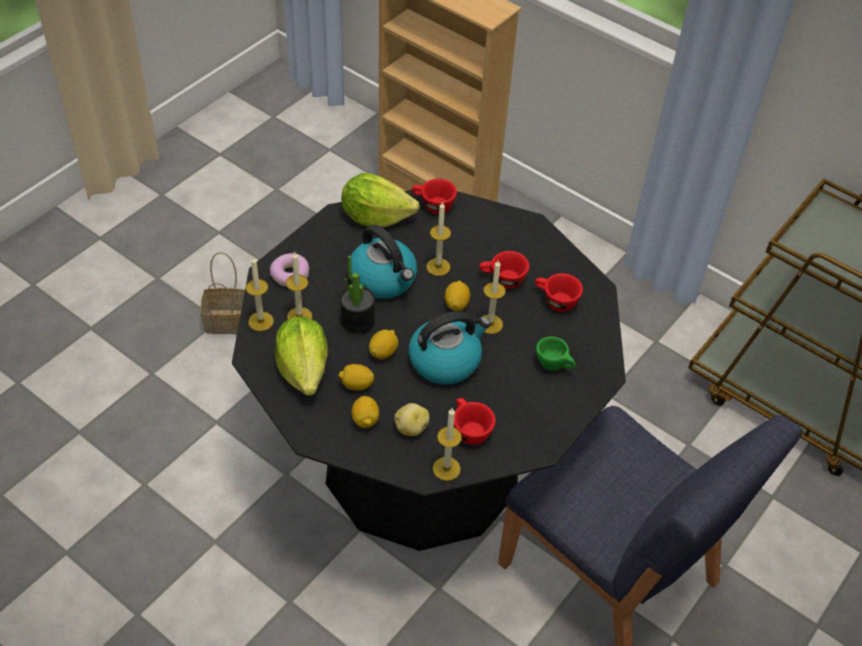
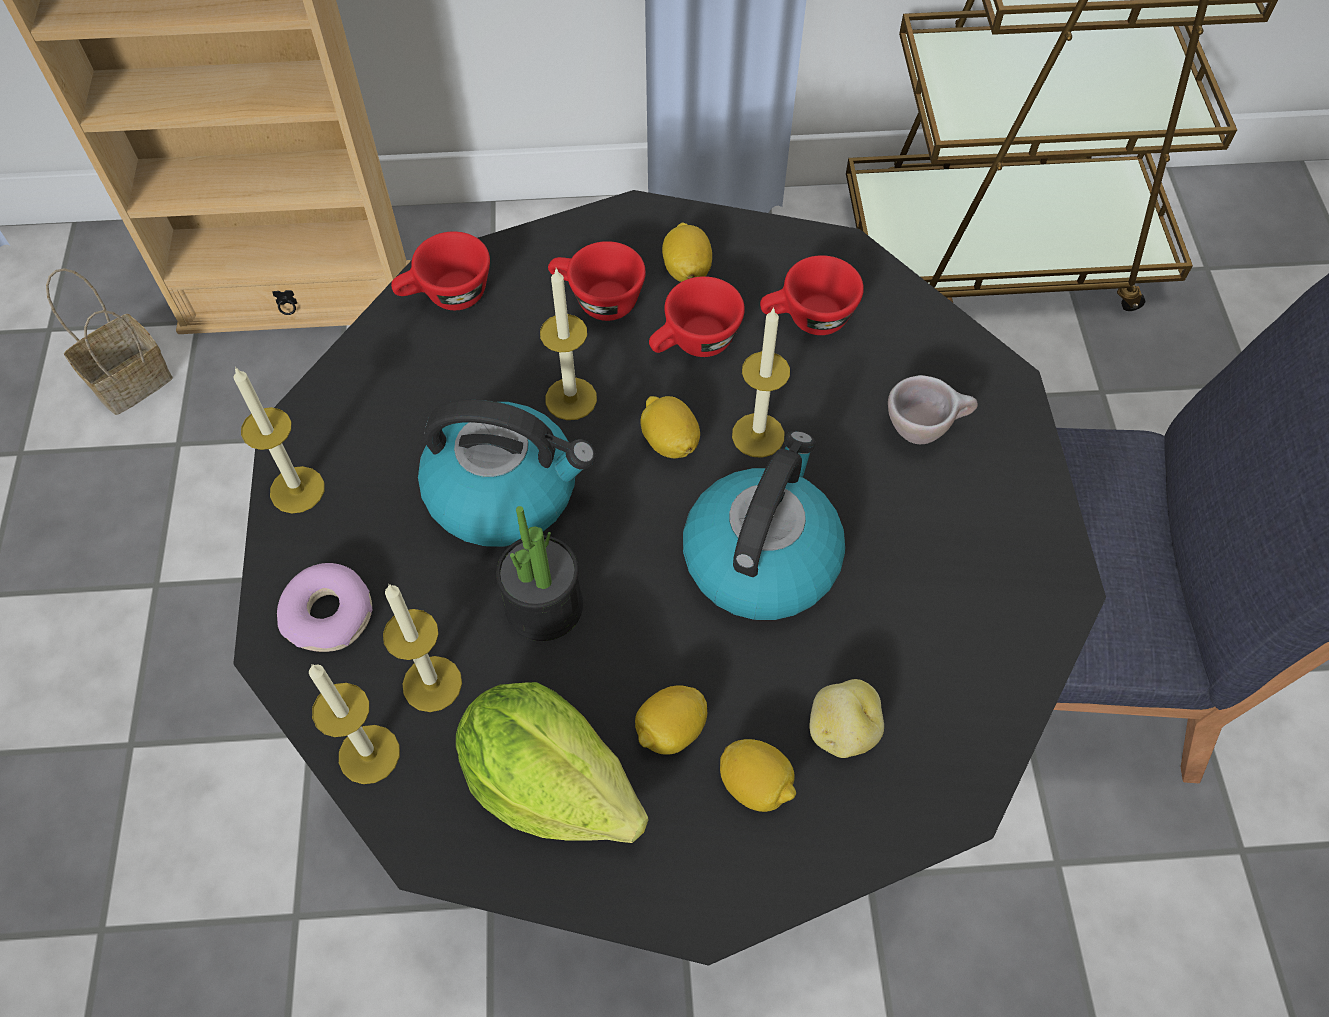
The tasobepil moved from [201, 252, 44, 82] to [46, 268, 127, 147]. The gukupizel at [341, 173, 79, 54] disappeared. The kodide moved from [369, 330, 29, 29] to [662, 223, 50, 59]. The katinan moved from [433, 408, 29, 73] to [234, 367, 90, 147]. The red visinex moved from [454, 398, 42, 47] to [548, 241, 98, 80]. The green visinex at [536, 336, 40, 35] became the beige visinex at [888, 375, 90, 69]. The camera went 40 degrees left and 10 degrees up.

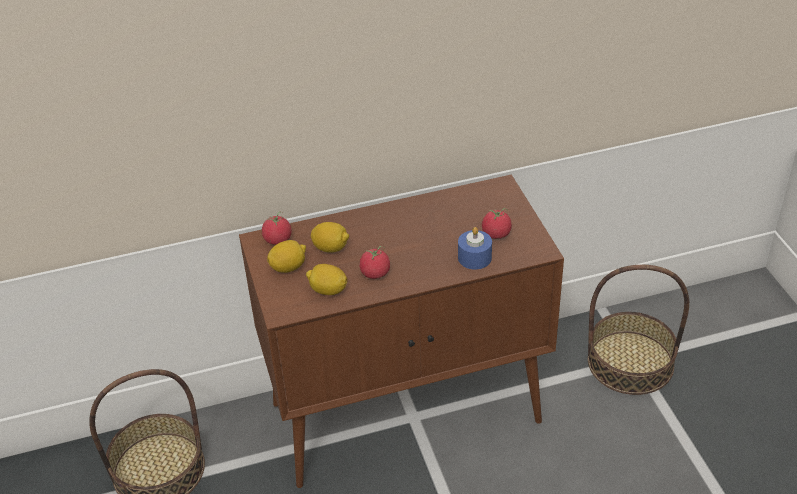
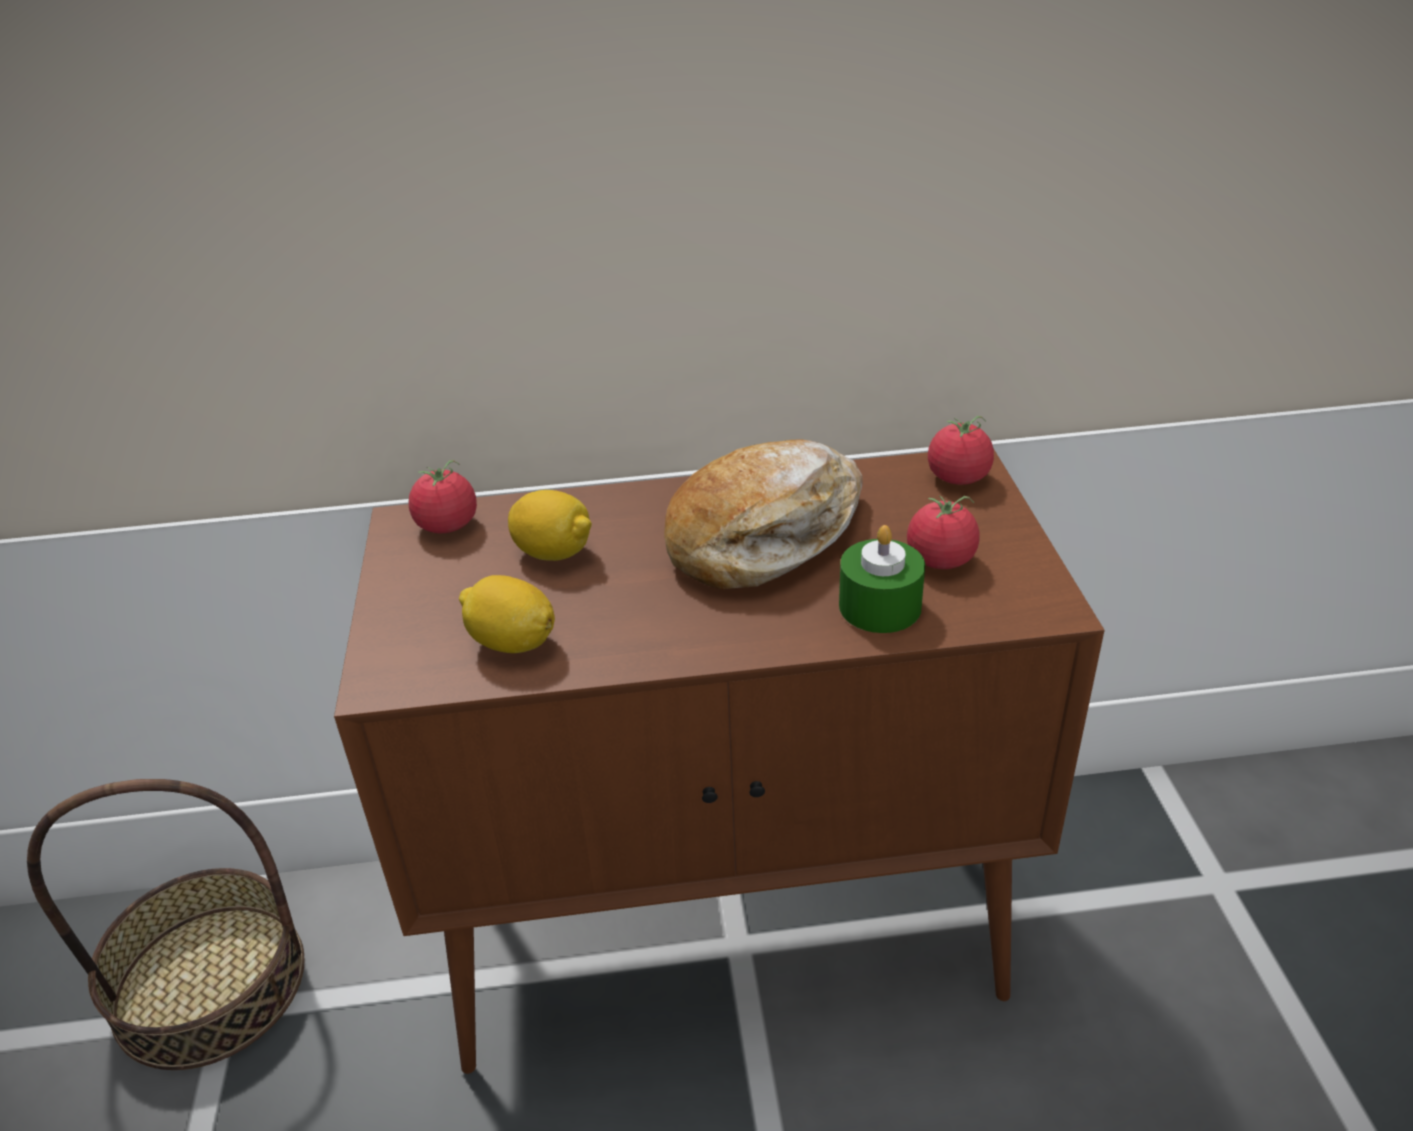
The kodide at [267, 240, 39, 33] disappeared. The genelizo moved from [359, 246, 31, 33] to [928, 416, 66, 69]. The blue katinan at [458, 227, 34, 42] became the green katinan at [839, 525, 86, 108]. The tasobepil at [588, 265, 101, 130] disappeared. The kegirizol at [664, 439, 199, 150] appeared. The camera went 10 degrees right and 5 degrees down.

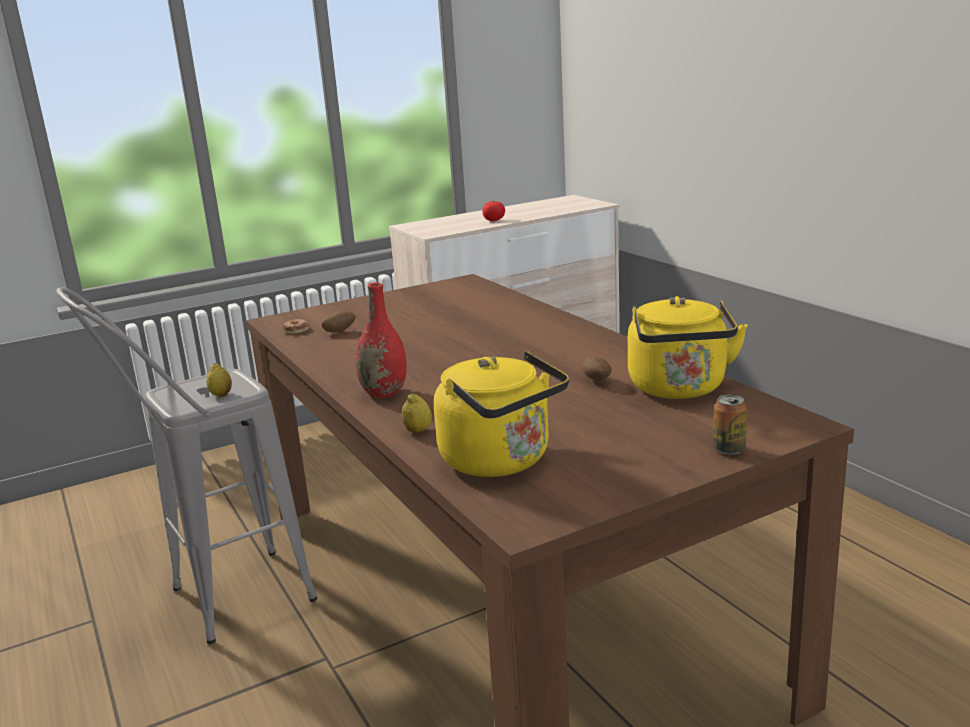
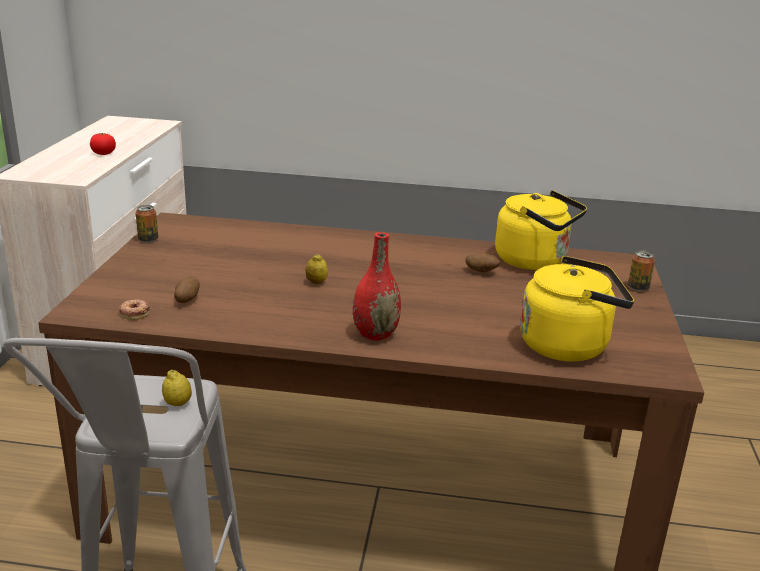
The kodide moved from [402, 394, 30, 39] to [305, 254, 23, 30]. The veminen at [135, 205, 23, 38] appeared. The camera went 55 degrees left and 5 degrees up.

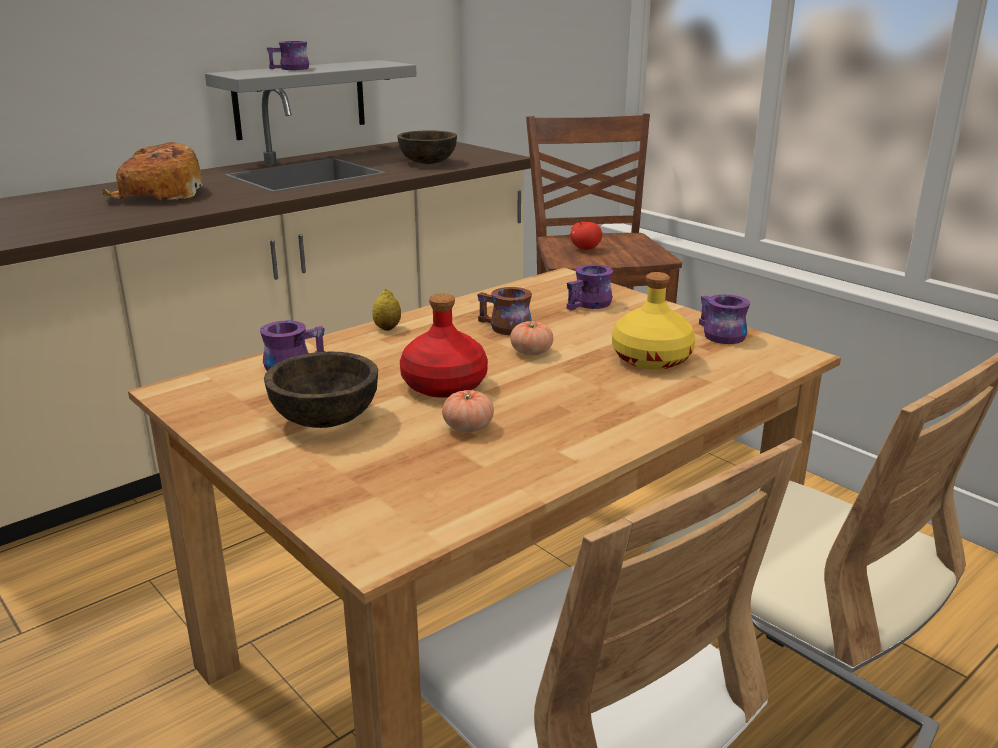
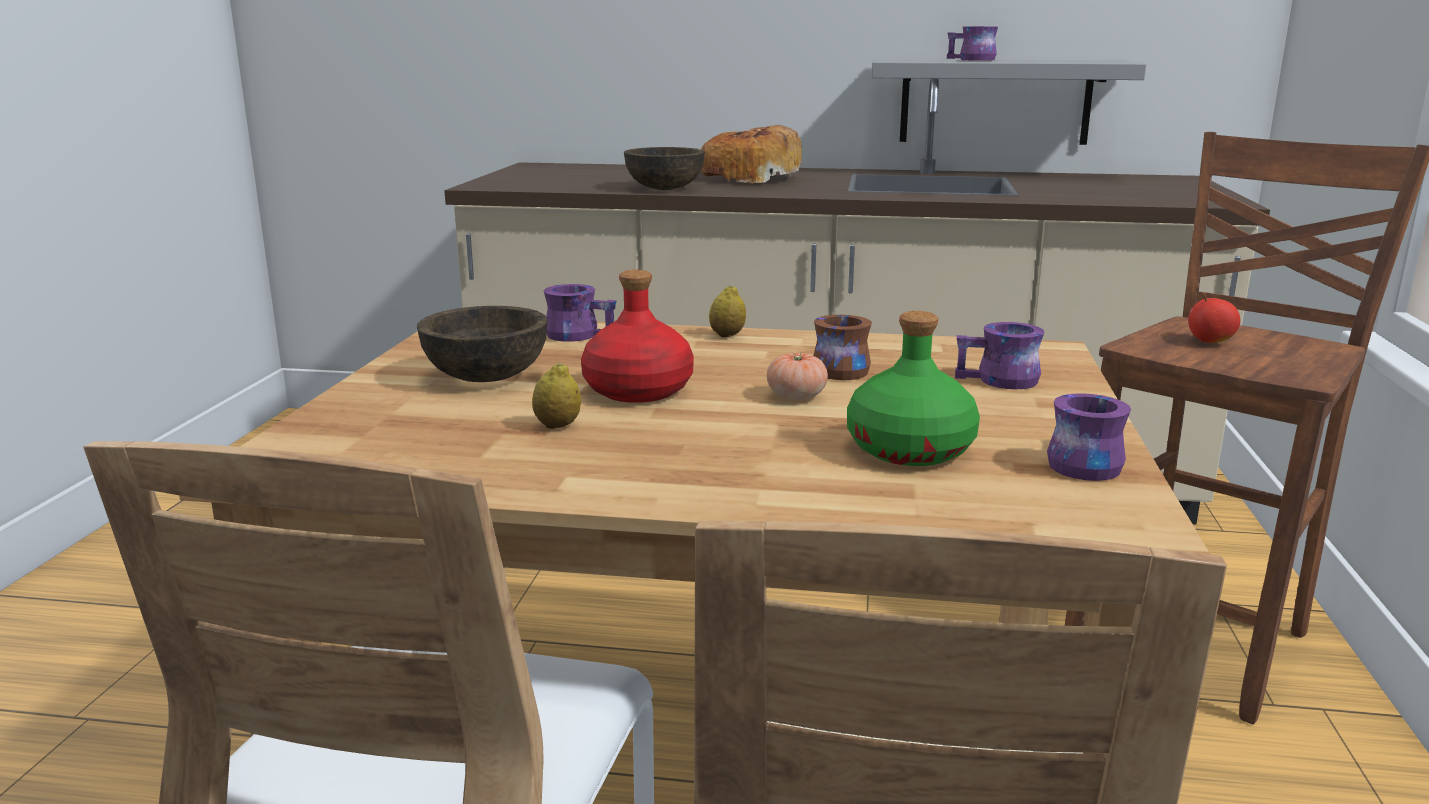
The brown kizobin moved from [397, 130, 60, 34] to [624, 147, 81, 43]. The genelizo at [442, 390, 52, 42] was replaced by the kodide at [532, 362, 49, 67]. The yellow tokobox at [612, 272, 83, 98] became the green tokobox at [847, 311, 133, 155]. The camera went 50 degrees right and 5 degrees down.

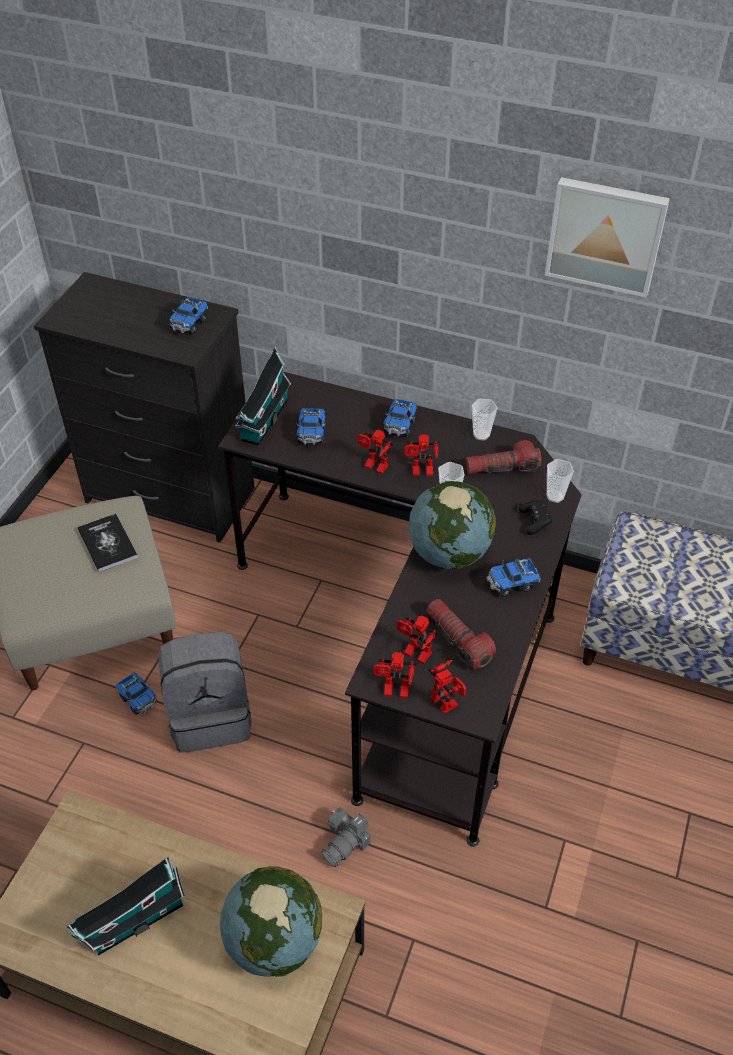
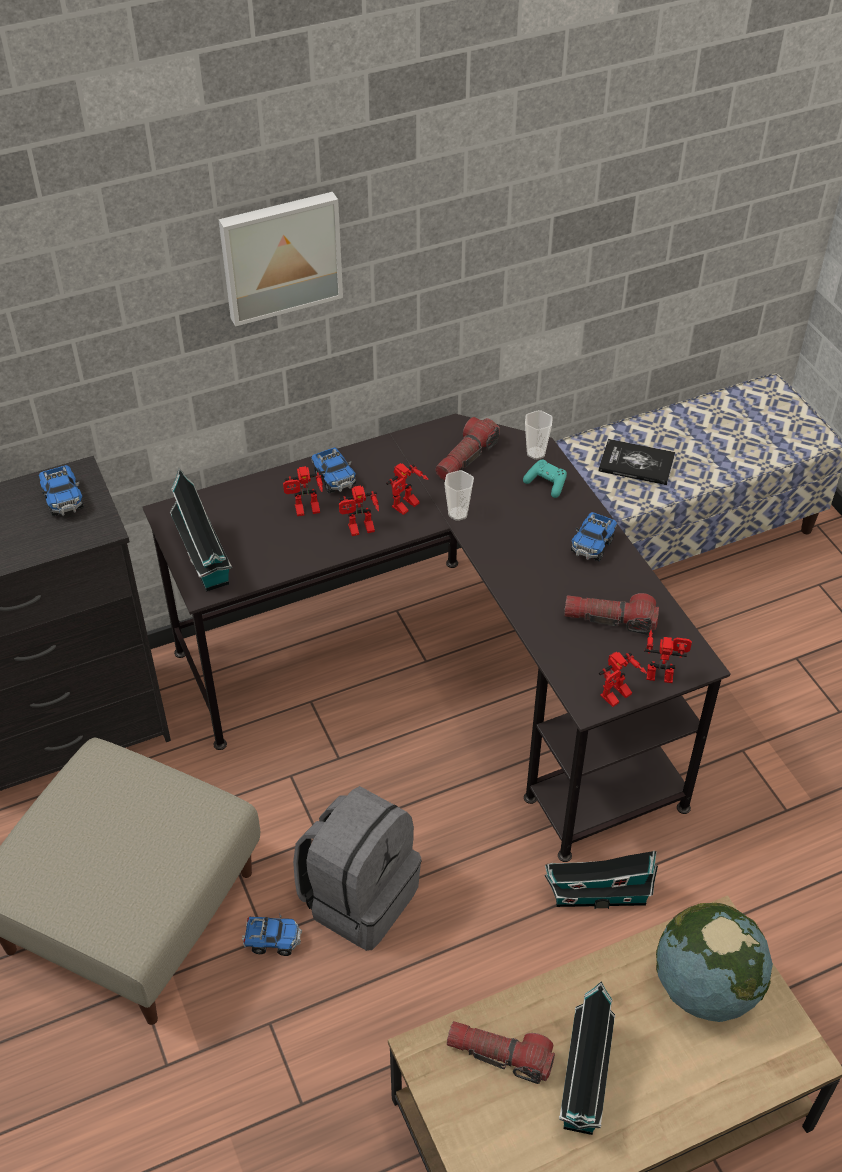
The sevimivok moved from [78, 513, 60, 59] to [598, 439, 77, 46]. The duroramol at [296, 408, 29, 37] disappeared. The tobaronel at [321, 807, 50, 60] was replaced by the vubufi at [544, 850, 114, 59]. The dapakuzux moved from [397, 616, 42, 48] to [283, 466, 40, 50]. The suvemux at [409, 481, 87, 89] disappeared. The visinex at [472, 398, 25, 42] disappeared. The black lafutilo at [519, 500, 33, 35] became the turquoise lafutilo at [523, 460, 44, 38]. The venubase moved from [545, 177, 125, 120] to [218, 192, 125, 135]. The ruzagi at [447, 1021, 108, 63] appeared. The camera went 45 degrees left and 0 degrees up.

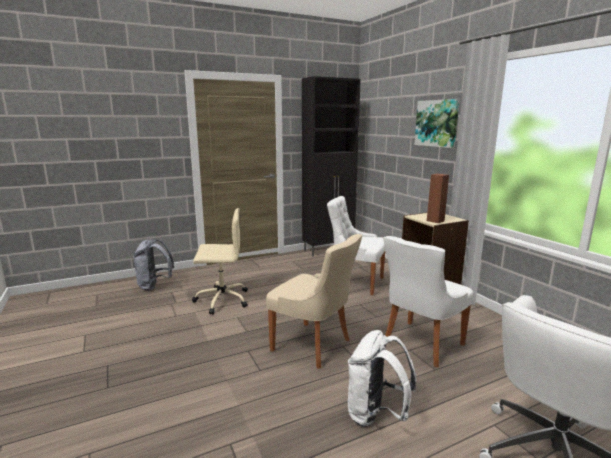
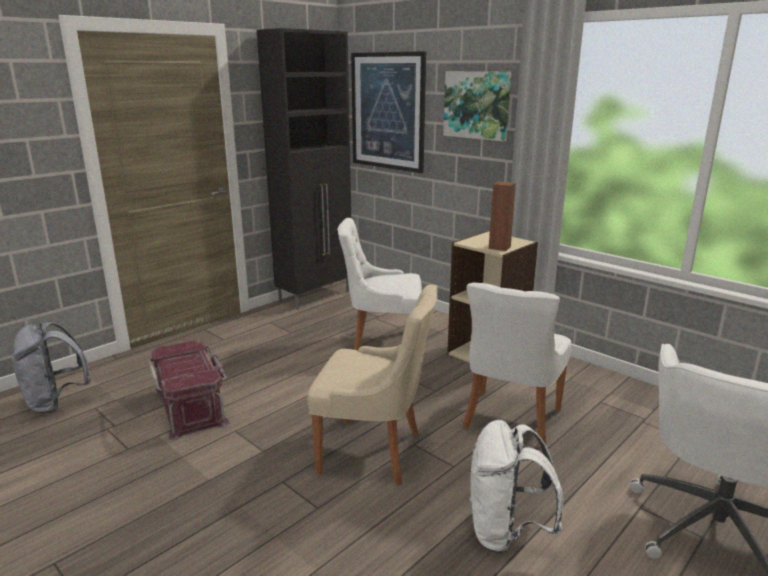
The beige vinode at [192, 208, 56, 107] was replaced by the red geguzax at [148, 340, 82, 100]. The venubase at [351, 51, 75, 122] appeared. The camera went 20 degrees left and 5 degrees up.

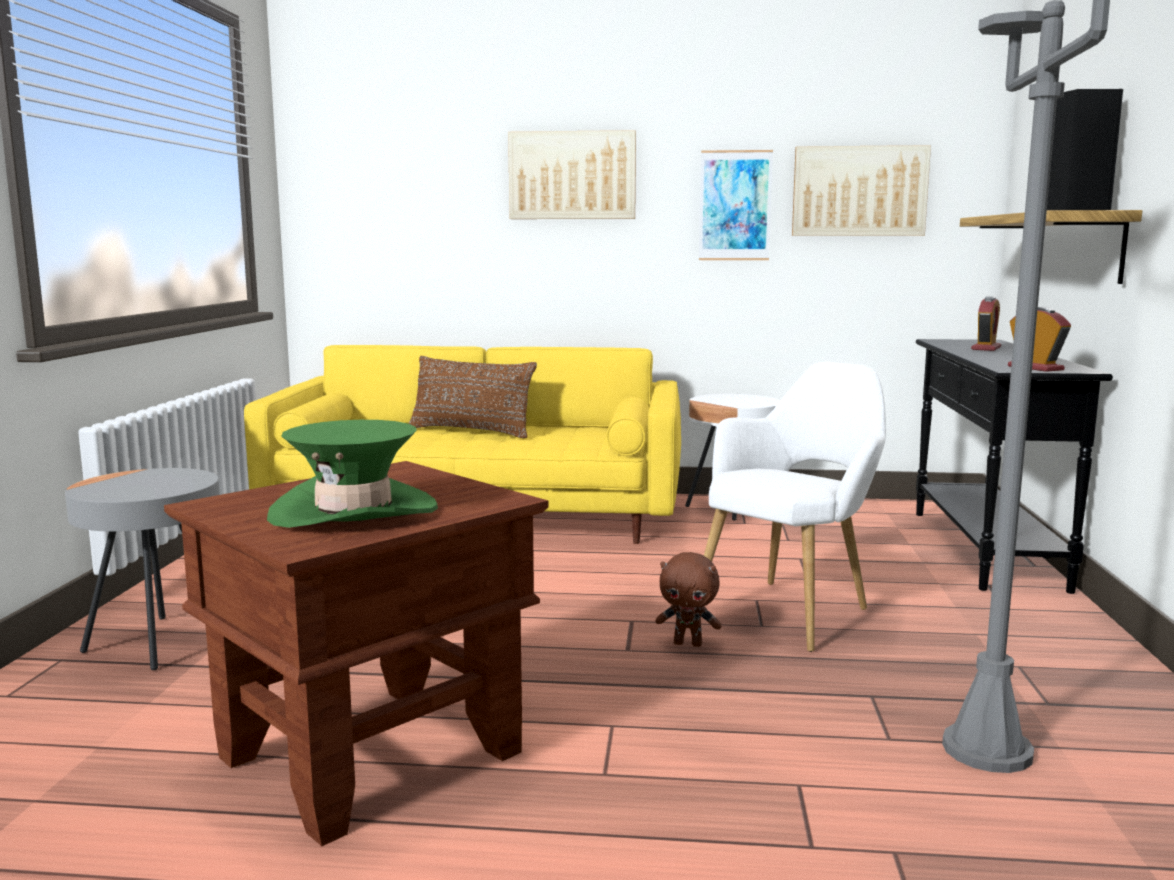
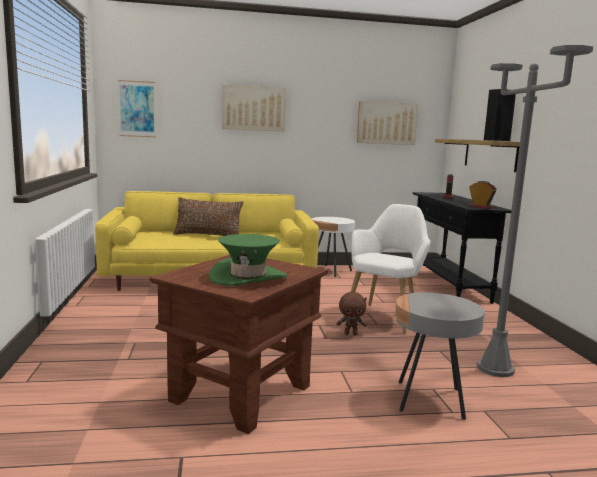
The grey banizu moved from [65, 468, 155, 202] to [395, 292, 90, 128]. The venubase moved from [699, 150, 74, 110] to [118, 80, 38, 57]. The camera went 15 degrees left and 0 degrees up.

